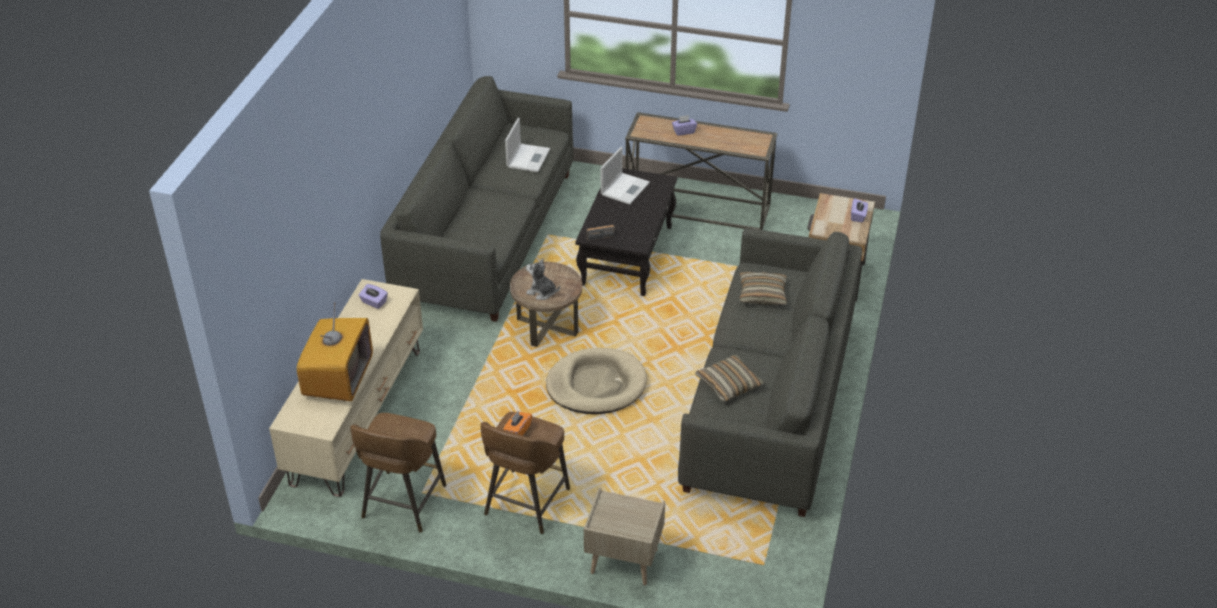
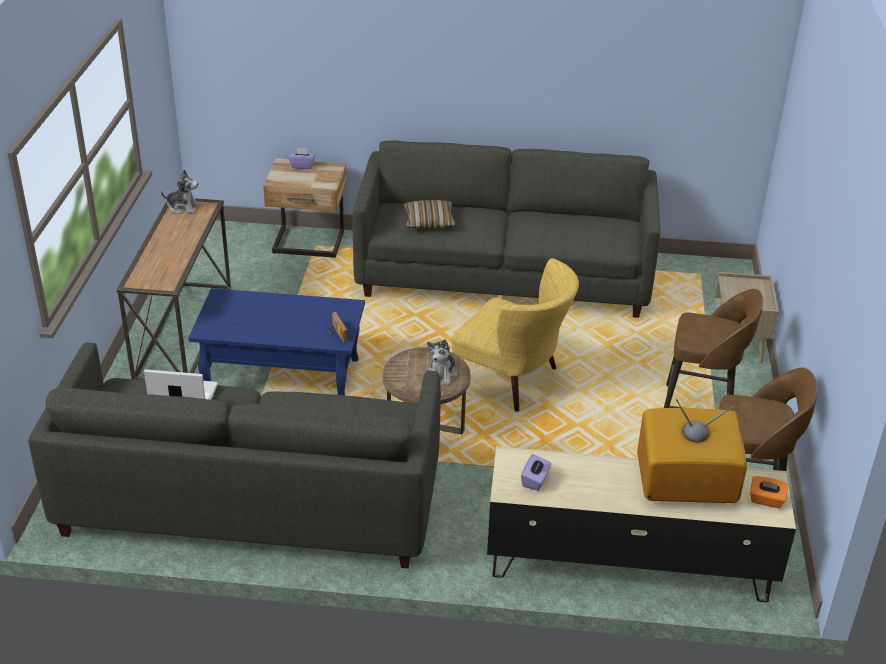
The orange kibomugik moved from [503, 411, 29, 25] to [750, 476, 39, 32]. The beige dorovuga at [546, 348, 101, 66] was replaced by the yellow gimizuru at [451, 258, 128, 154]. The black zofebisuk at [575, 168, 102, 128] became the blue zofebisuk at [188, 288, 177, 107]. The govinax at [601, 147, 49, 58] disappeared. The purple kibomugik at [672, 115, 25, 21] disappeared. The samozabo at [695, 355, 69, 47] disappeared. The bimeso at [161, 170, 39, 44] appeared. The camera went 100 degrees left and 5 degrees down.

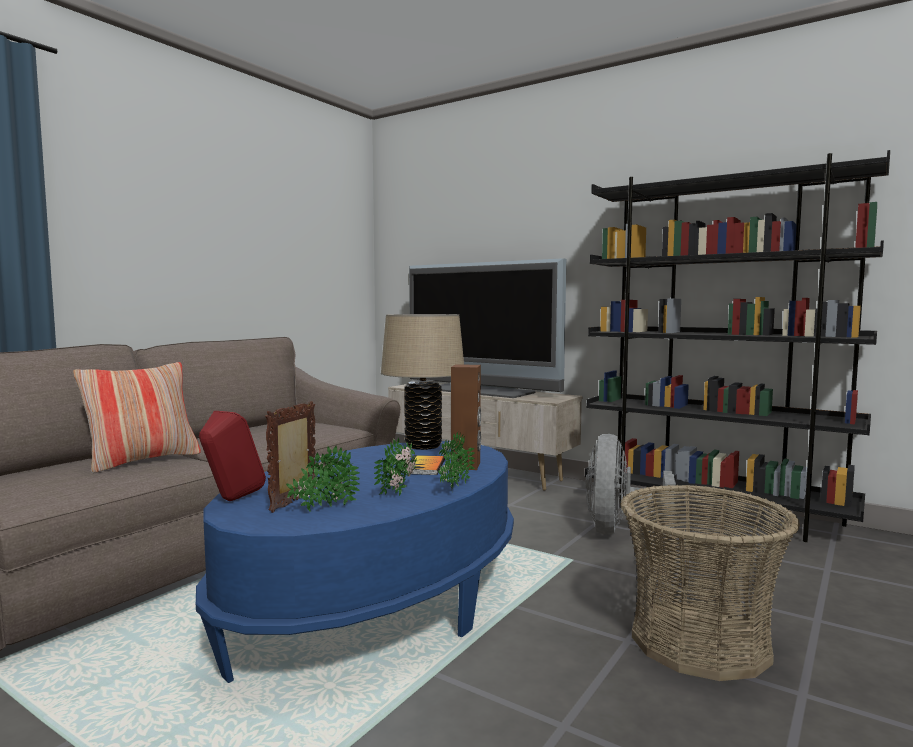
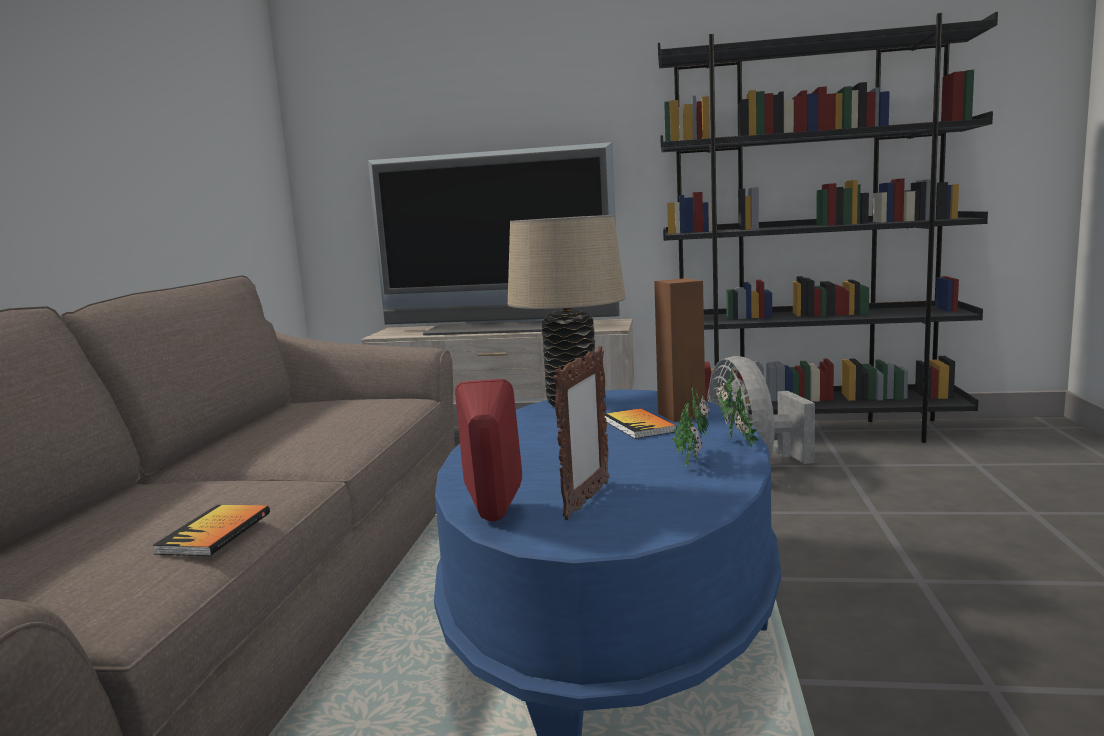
The samozabo at [73, 362, 128, 111] disappeared. The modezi at [265, 401, 51, 112] turned 150 degrees counterclockwise. The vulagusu at [286, 445, 74, 67] disappeared. The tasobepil at [620, 484, 180, 197] disappeared. The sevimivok at [153, 505, 117, 51] appeared. The camera went 25 degrees left and 5 degrees up.

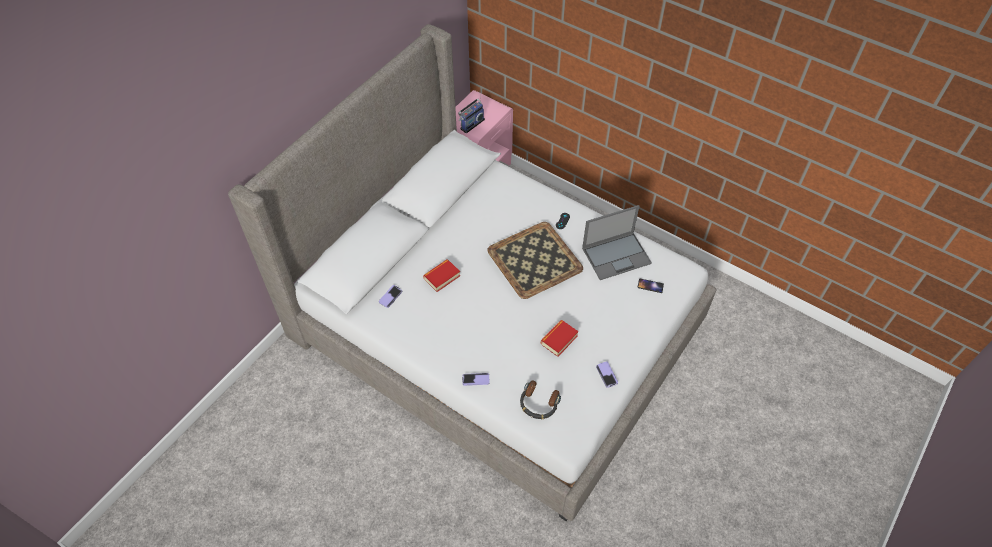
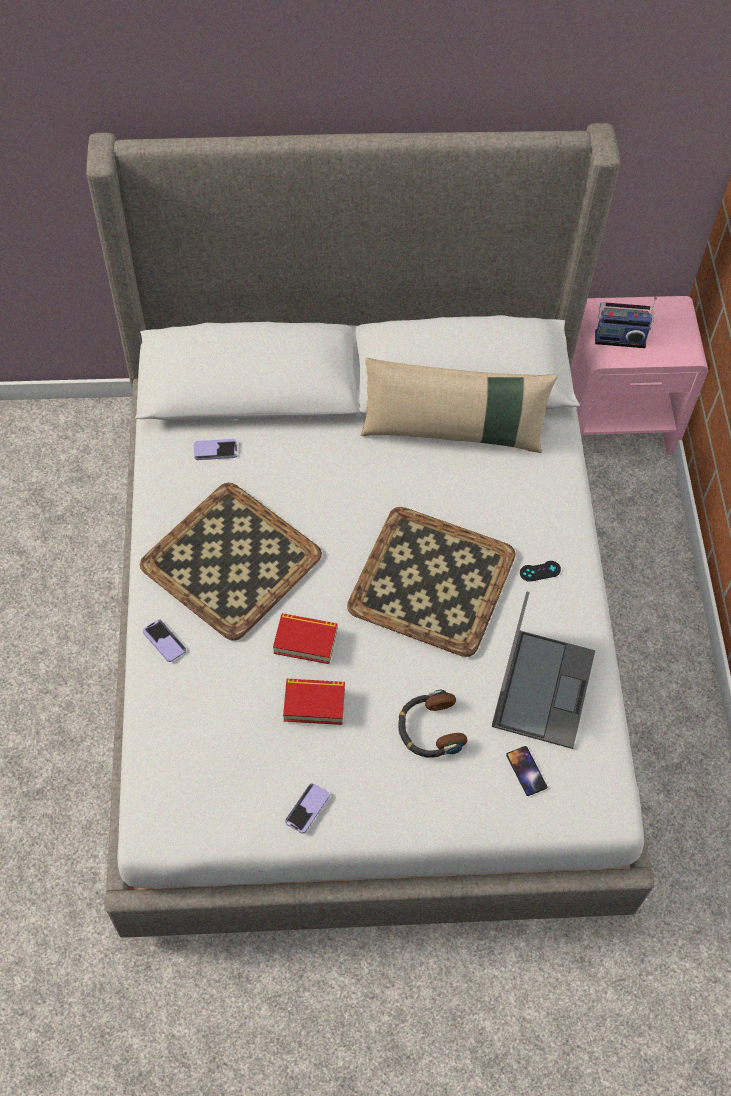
The sevimivok moved from [423, 259, 37, 33] to [273, 613, 65, 51]. The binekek moved from [520, 381, 41, 39] to [398, 690, 69, 68]. The govinax at [582, 205, 70, 75] turned 105 degrees counterclockwise. The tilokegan at [140, 483, 182, 158] appeared. The beige samozabo at [361, 358, 197, 95] appeared. The camera went 50 degrees right and 5 degrees up.

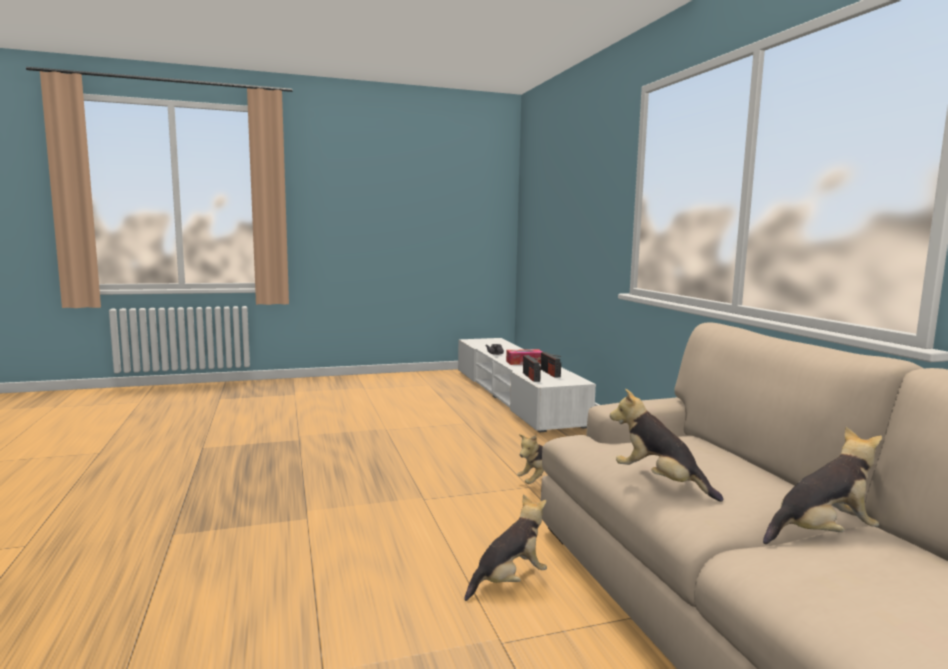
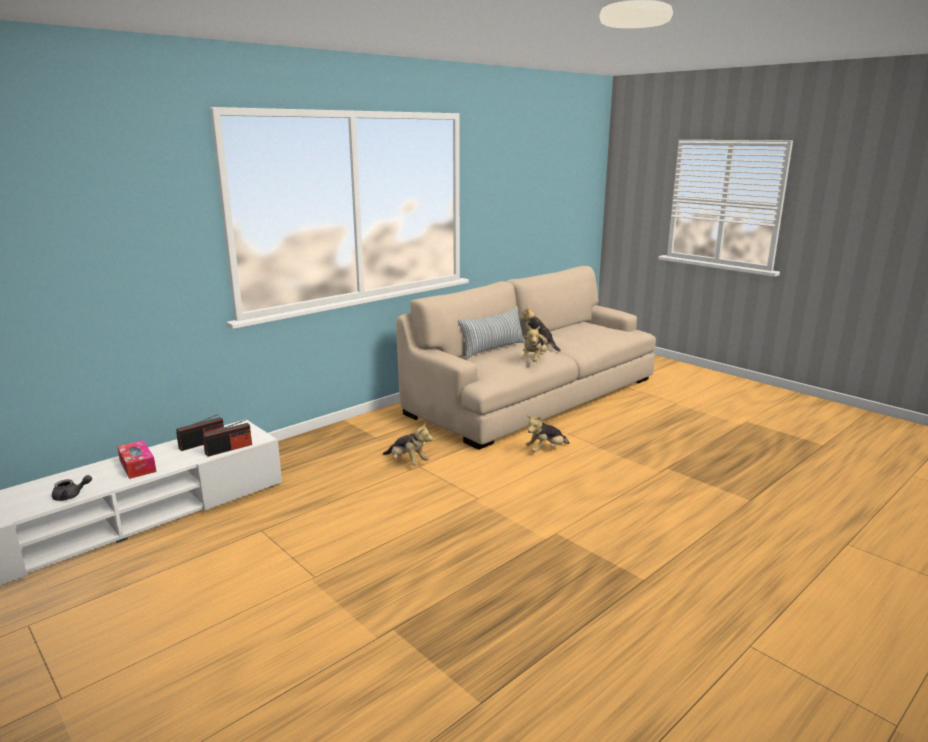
The bimeso at [465, 494, 82, 107] turned 60 degrees counterclockwise. The samozabo at [458, 306, 67, 53] appeared. The camera went 115 degrees left and 10 degrees up.

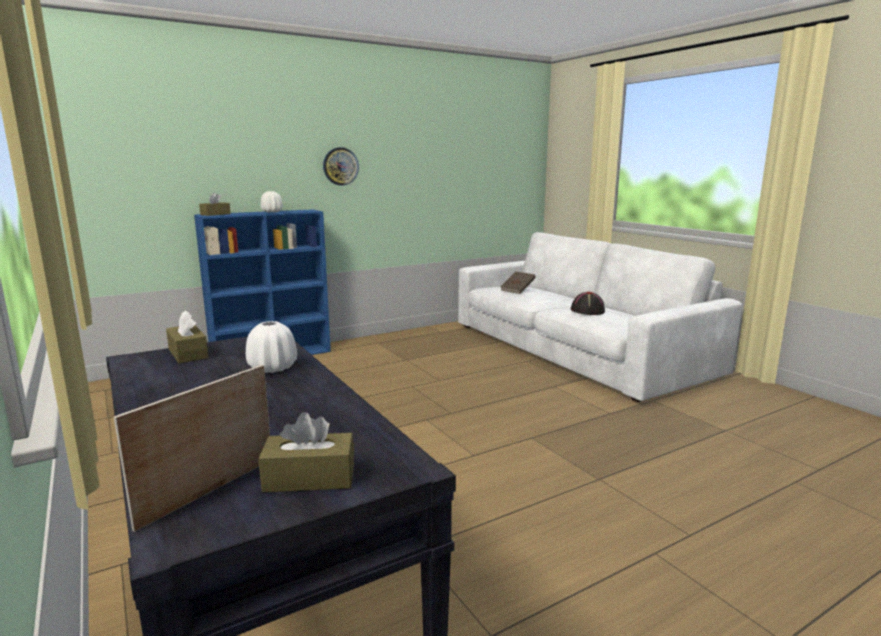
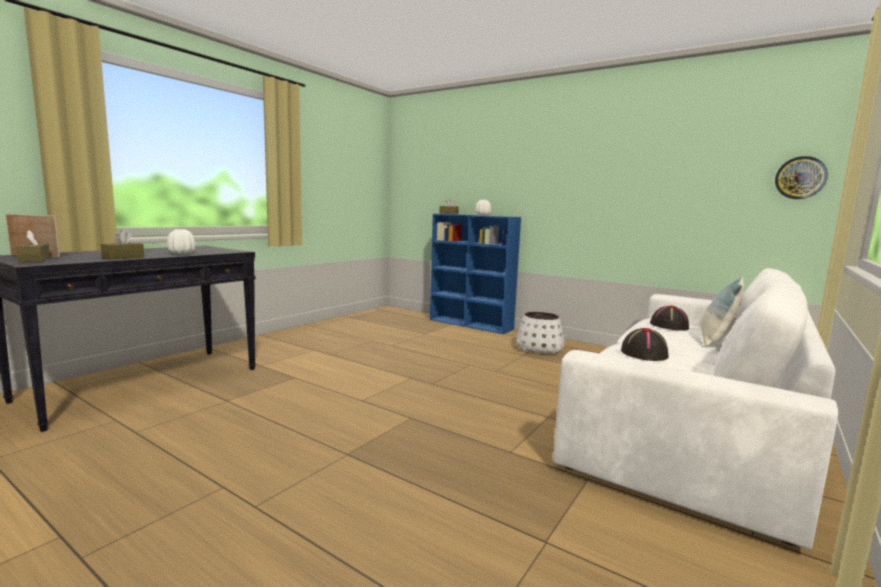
The brown kibomugik moved from [166, 311, 43, 52] to [101, 230, 43, 29]. The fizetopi moved from [323, 147, 36, 39] to [775, 156, 53, 43]. The brown sevimivok at [500, 271, 36, 23] was replaced by the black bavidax at [650, 305, 39, 26]. The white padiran at [516, 312, 48, 41] appeared. The samozabo at [701, 277, 43, 69] appeared. The camera went 65 degrees right and 5 degrees down.

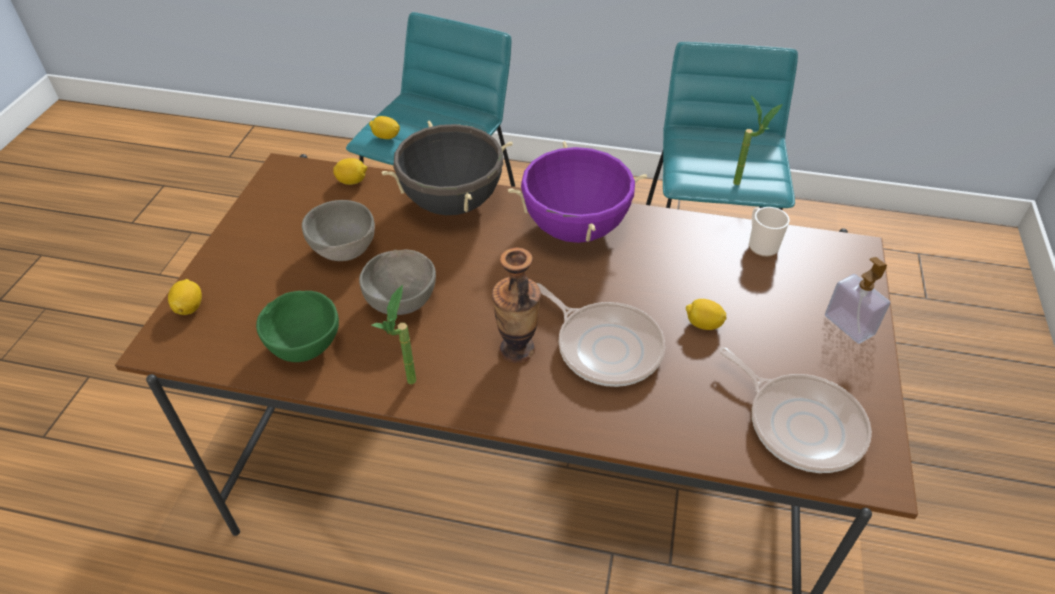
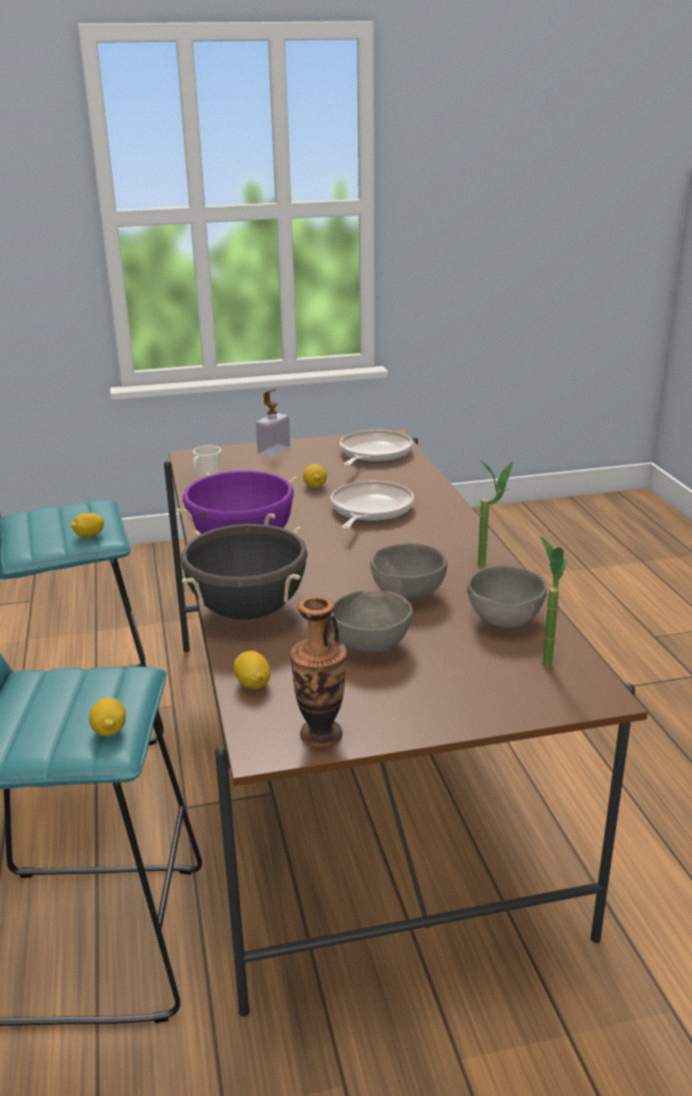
The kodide moved from [168, 279, 34, 36] to [71, 513, 33, 25]. The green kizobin at [256, 291, 83, 71] became the grey kizobin at [467, 565, 80, 63]. The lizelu moved from [492, 247, 49, 116] to [290, 595, 57, 152]. The vulagusu moved from [733, 96, 50, 89] to [540, 536, 27, 132]. The camera went 115 degrees left and 20 degrees down.

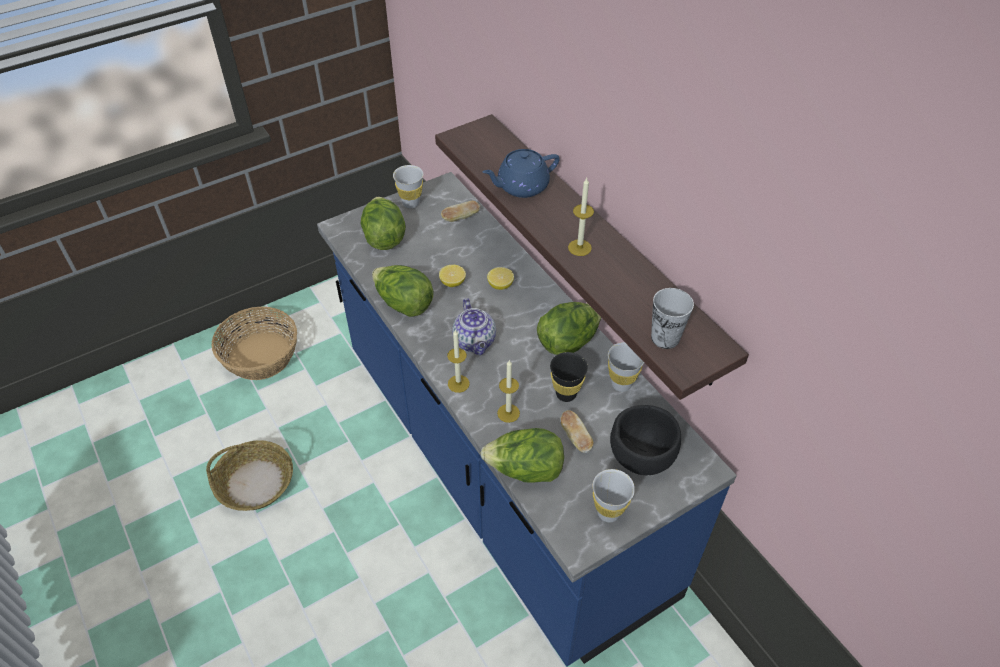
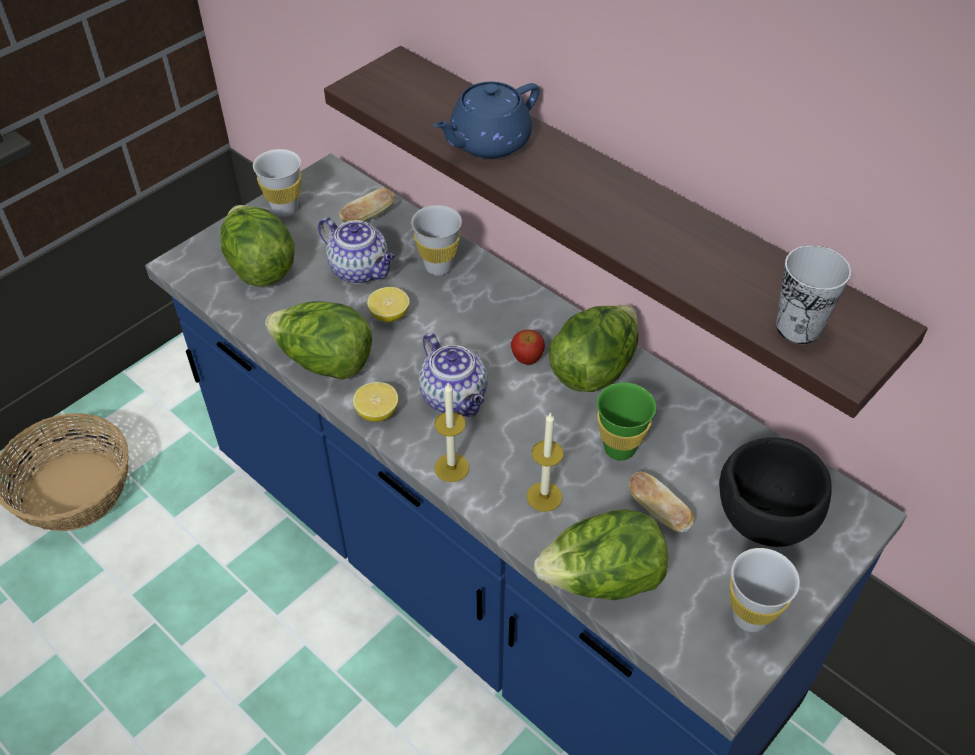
The tasobepil at [206, 440, 87, 71] disappeared. The kodide moved from [487, 267, 27, 23] to [353, 382, 46, 40]. The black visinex at [550, 352, 38, 50] became the green visinex at [597, 382, 59, 78]. The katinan at [568, 178, 26, 78] disappeared. The white visinex moved from [608, 342, 36, 50] to [411, 205, 51, 70]. The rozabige at [318, 217, 77, 67] appeared. The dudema at [511, 329, 34, 36] appeared. The camera went 15 degrees left and 0 degrees up.

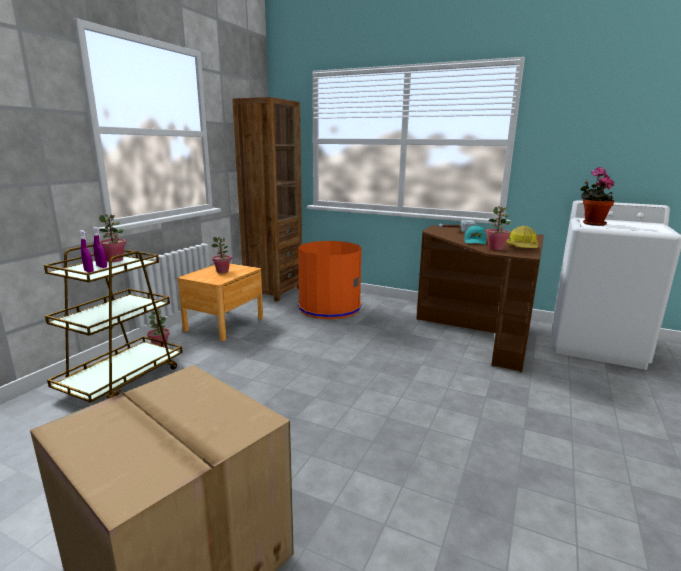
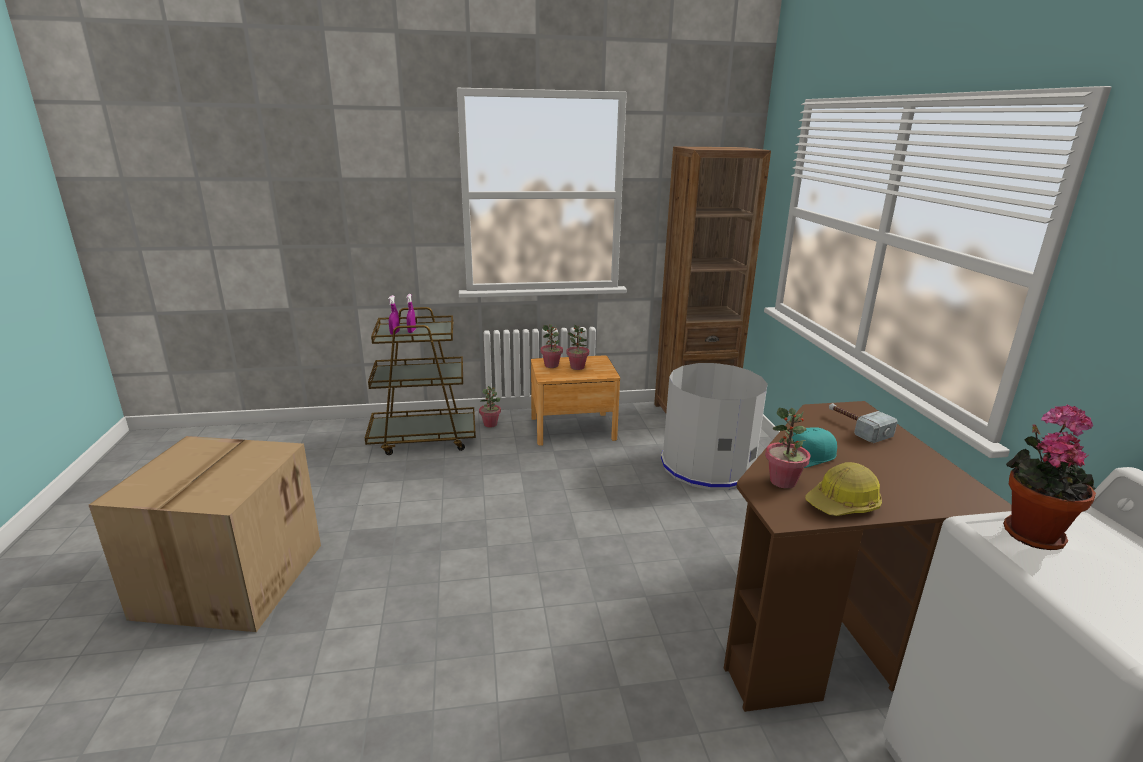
The vulagusu moved from [99, 214, 27, 48] to [540, 324, 23, 44]. The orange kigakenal at [298, 241, 64, 78] became the grey kigakenal at [661, 363, 107, 127]. The camera went 55 degrees right and 5 degrees up.

